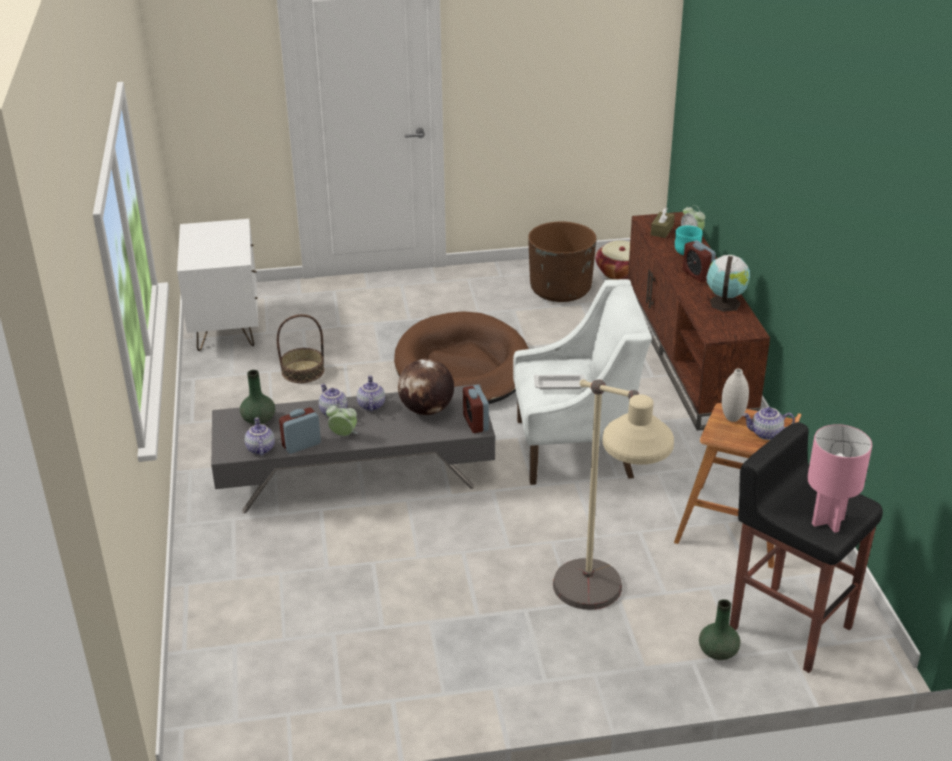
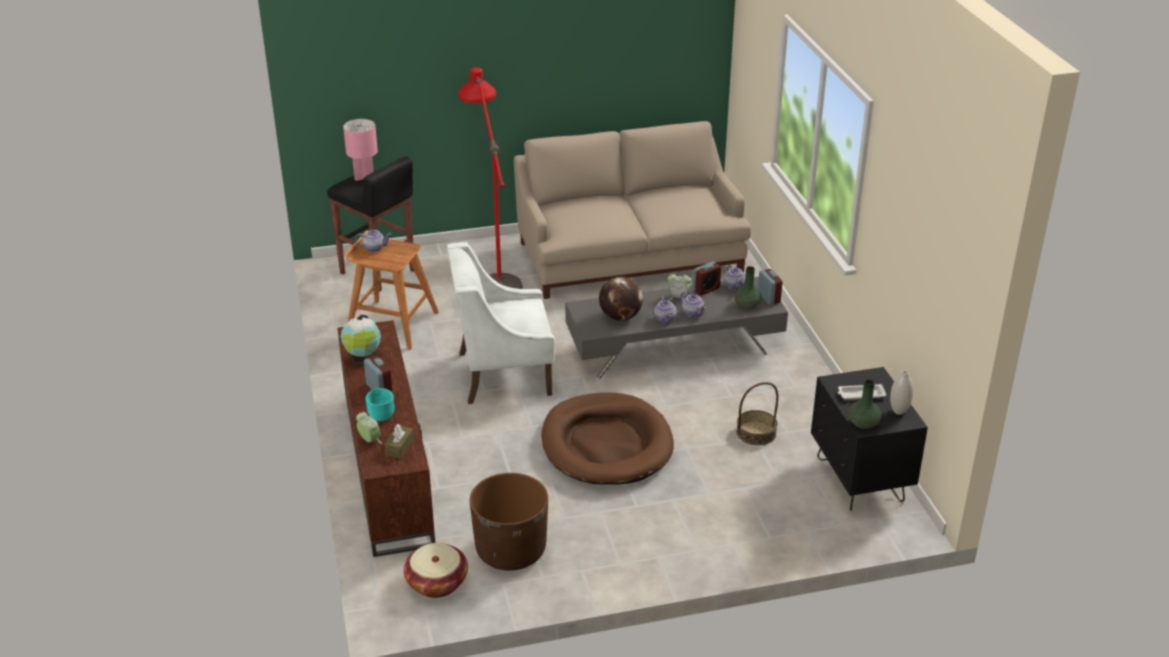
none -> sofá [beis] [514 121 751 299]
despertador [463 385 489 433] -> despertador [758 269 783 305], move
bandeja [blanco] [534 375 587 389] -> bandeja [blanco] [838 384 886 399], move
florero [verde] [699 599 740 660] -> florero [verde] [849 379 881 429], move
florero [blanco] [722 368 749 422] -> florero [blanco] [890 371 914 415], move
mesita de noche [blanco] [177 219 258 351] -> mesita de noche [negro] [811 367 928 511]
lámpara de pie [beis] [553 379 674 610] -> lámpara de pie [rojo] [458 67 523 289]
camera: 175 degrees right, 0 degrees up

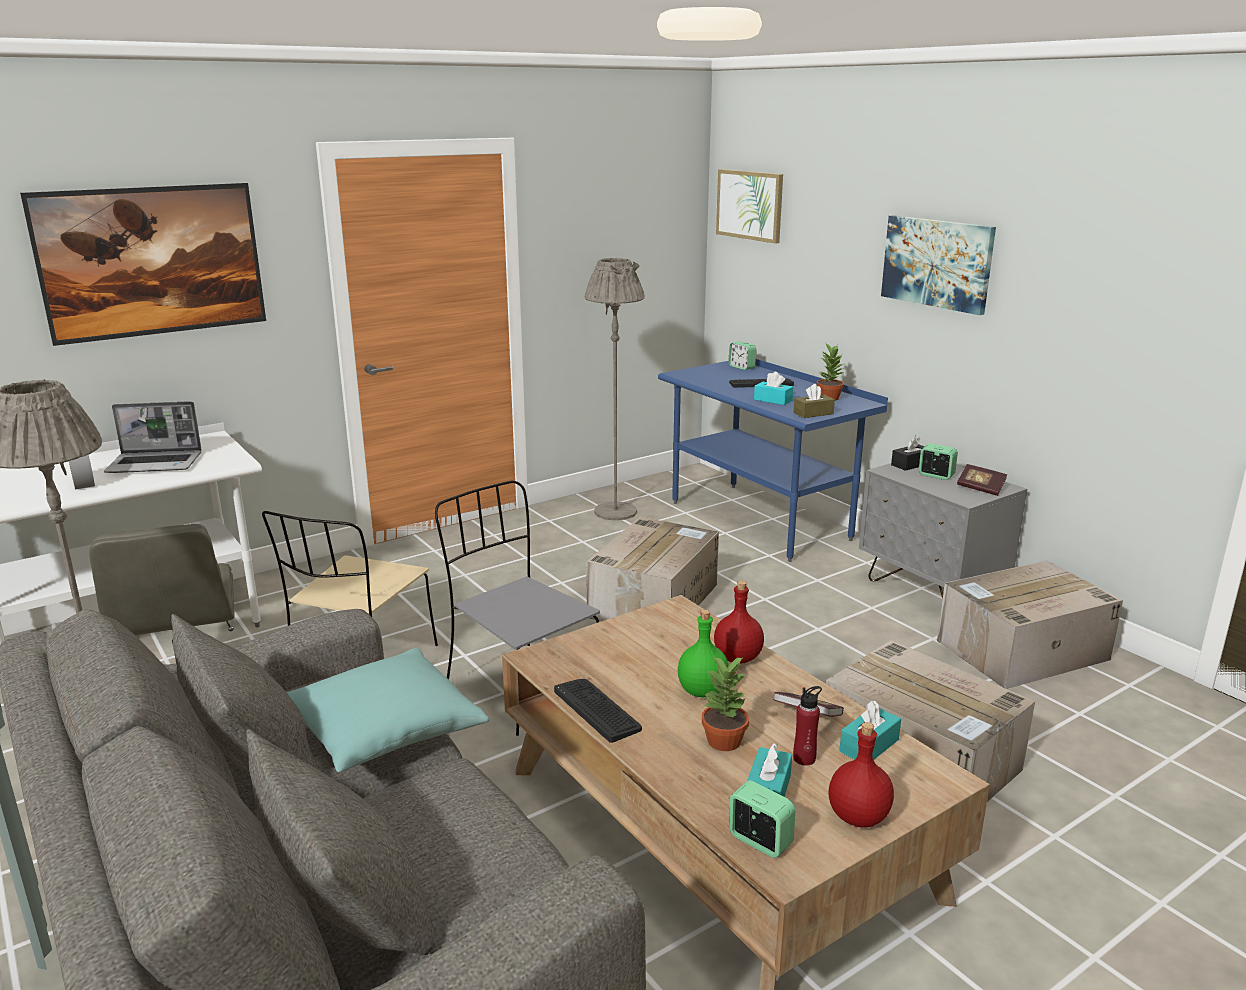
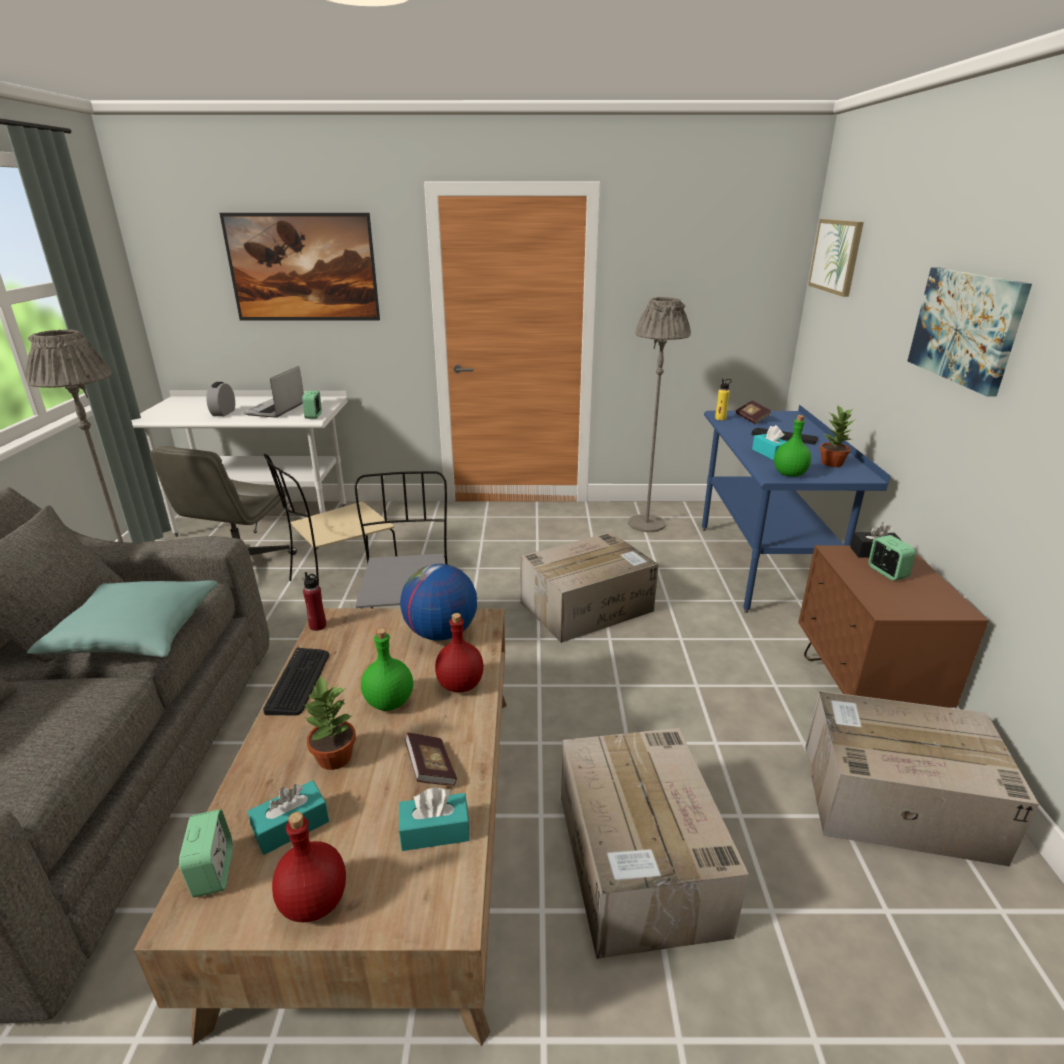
none -> globo terráqueo [400 564 477 641]
none -> botella [amarillo] [715 379 732 420]
despertador [728 341 757 370] -> despertador [302 391 322 419], move
botella [rojo] [793 686 822 766] -> botella [rojo] [303 572 326 631], move
libro [957 464 1007 496] -> libro [736 401 771 424], move
caja de pañuelos [marrón] [793 384 835 418] -> botella [verde] [774 415 811 477]
mesita de noche [gris] [859 463 1027 599] -> mesita de noche [marrón] [798 545 989 708]
portátil [104 401 202 473] -> portátil [243 366 304 418], 75 degrees clockwise
camera: 35 degrees right, 5 degrees up

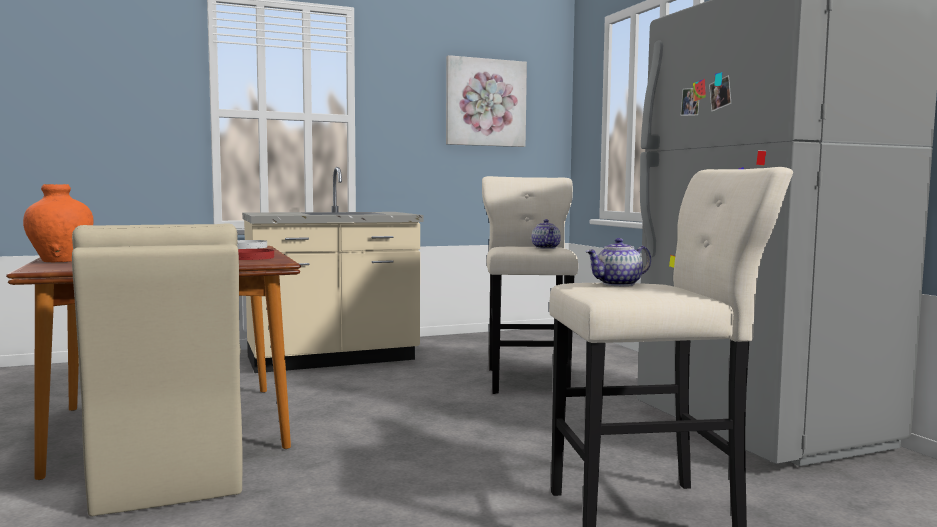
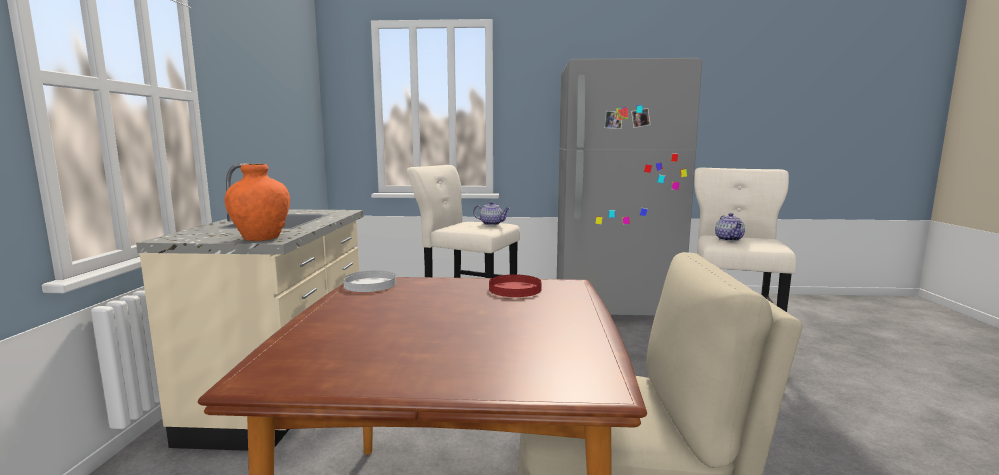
cuadro [446 55 527 147] -> none
florero [naranja] [23 184 94 262] -> florero [naranja] [224 164 290 241], move
camera: 65 degrees left, 5 degrees up

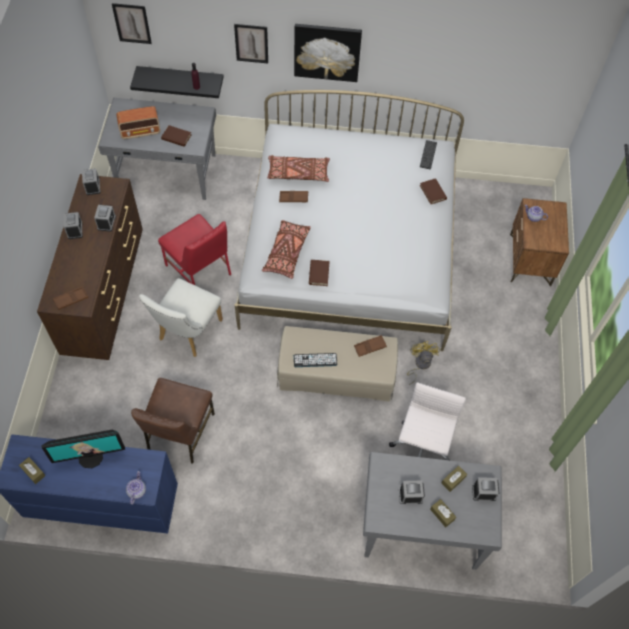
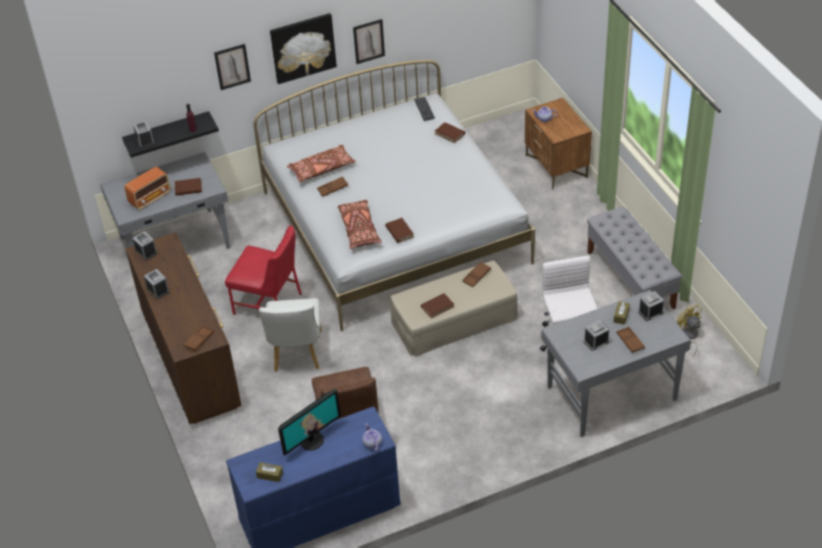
none -> banco [gris] [587 206 682 309]
despertador [94 205 116 232] -> despertador [133 121 154 148], move
cuadro [112 3 152 44] -> cuadro [353 19 385 64], move
ventilador [amarillo] [407 341 440 385] -> ventilador [amarillo] [676 304 702 356], move
teclado [294 353 337 367] -> libro [marrón] [421 293 454 318]
caja de pañuelos [marrón] [430 499 456 527] -> bandeja [marrón] [616 327 645 353]
camera: 25 degrees left, 15 degrees down

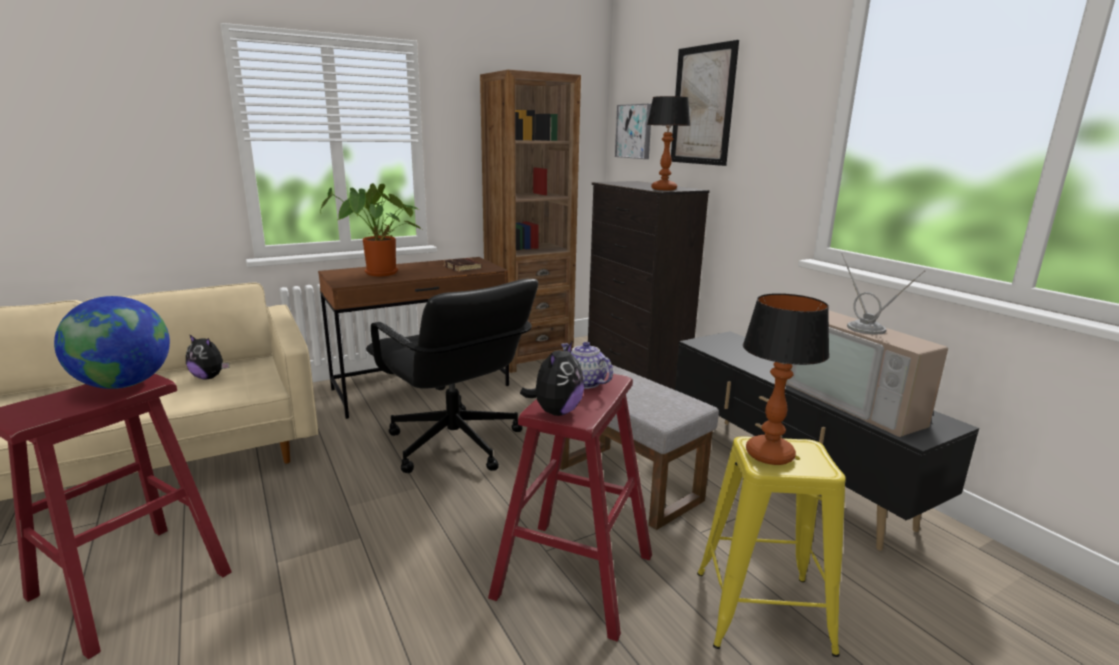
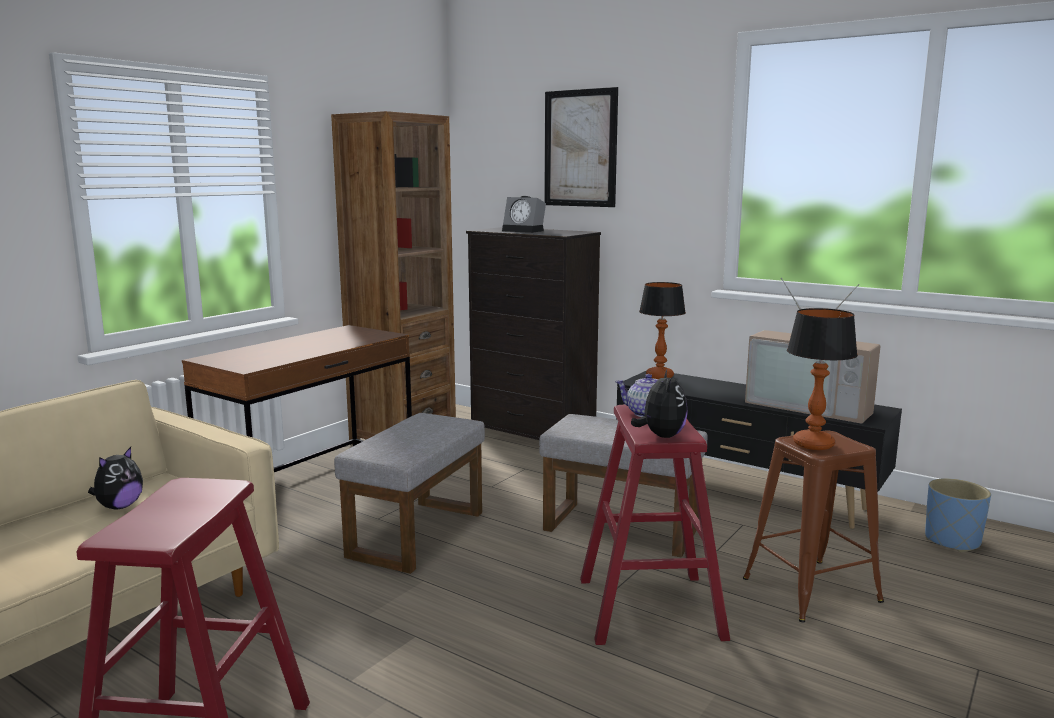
globo terráqueo [54 296 170 389] -> none
planta en maceta [320 183 422 276] -> none
libro [marrón] [443 258 482 272] -> none
cuadro [615 104 652 159] -> none
none -> despertador [502 196 546 233]
none -> maceta [azul] [925 478 991 552]
lámpara de mesa [647 96 691 190] -> lámpara de mesa [639 282 686 379], move
silla de oficina [negro] [366 279 538 473] -> puf [gris] [334 413 485 574]
taburete [amarillo] [697 436 846 657] -> taburete [marrón] [743 430 884 622]
peluche [186 334 229 380] -> peluche [88 447 143 510], 60 degrees counterclockwise
camera: 25 degrees left, 5 degrees down

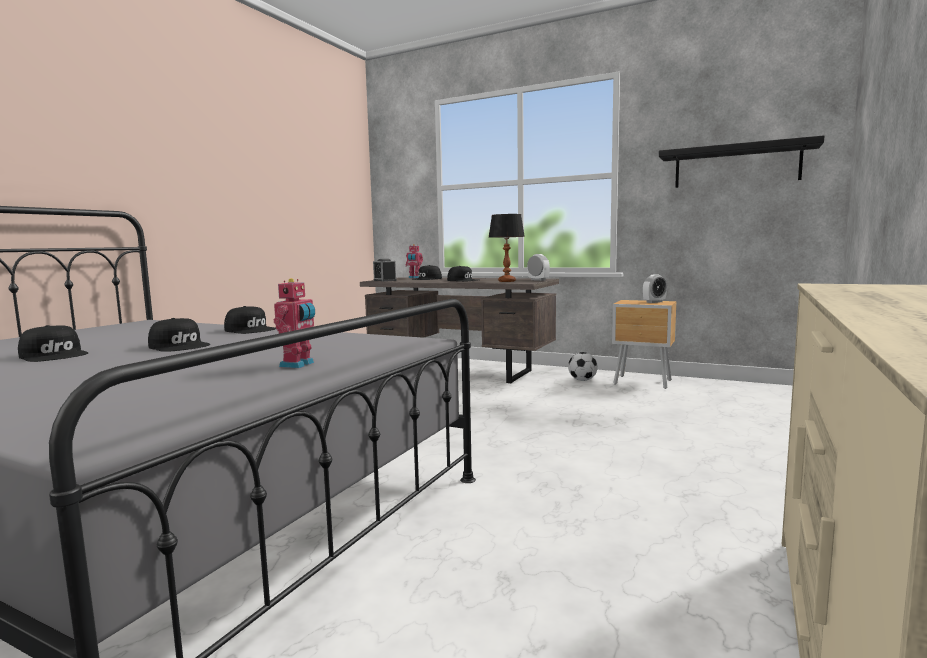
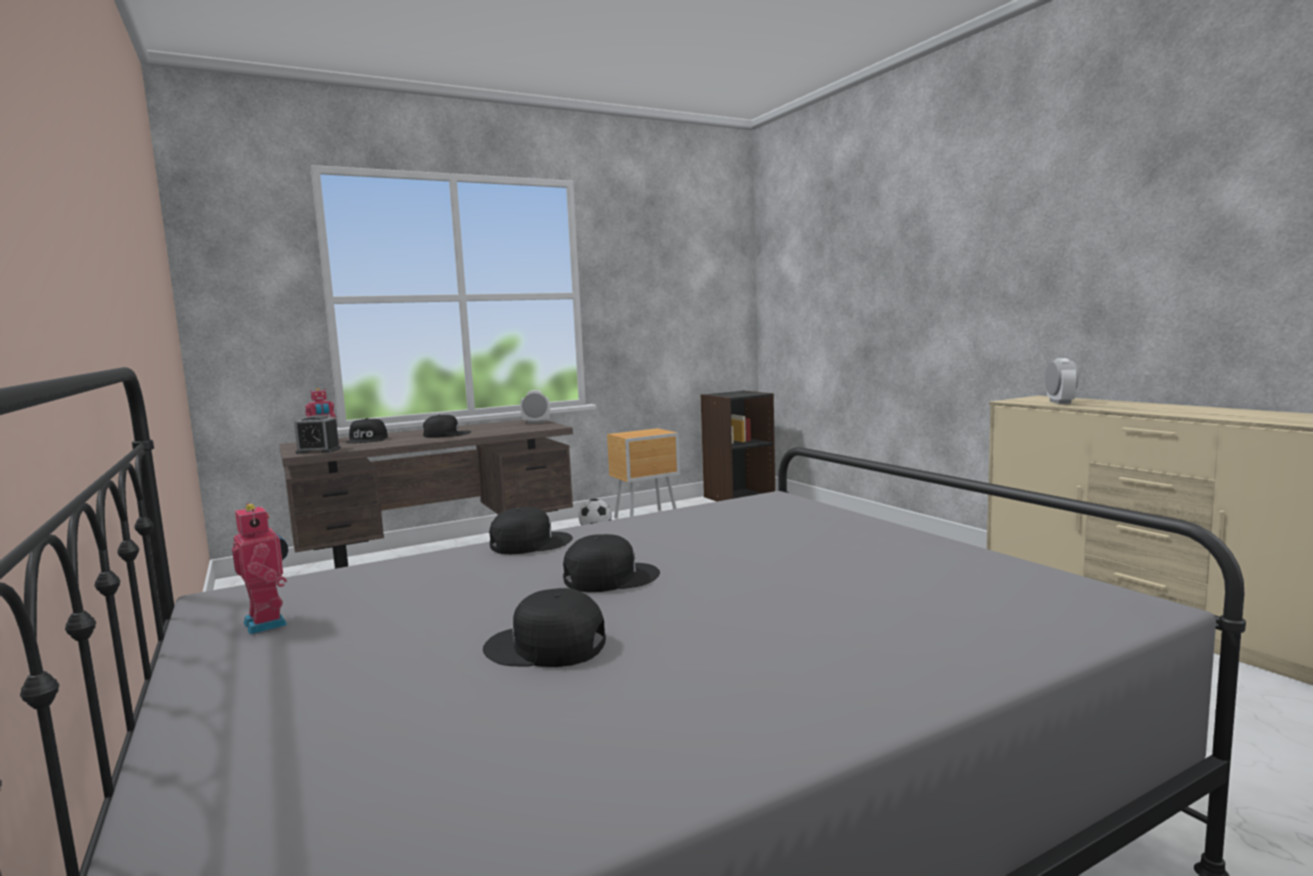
lámpara de mesa [488 214 525 282] -> none
estante [negro] [659 135 824 188] -> none
none -> estantería [negro] [701 390 775 502]
robot de juguete [274 278 315 368] -> robot de juguete [232 503 288 635], move
despertador [643 274 667 303] -> despertador [1045 358 1078 404], move
gorra [negro] [18 325 88 362] -> gorra [negro] [483 588 606 667], 150 degrees counterclockwise
camera: 55 degrees left, 0 degrees up

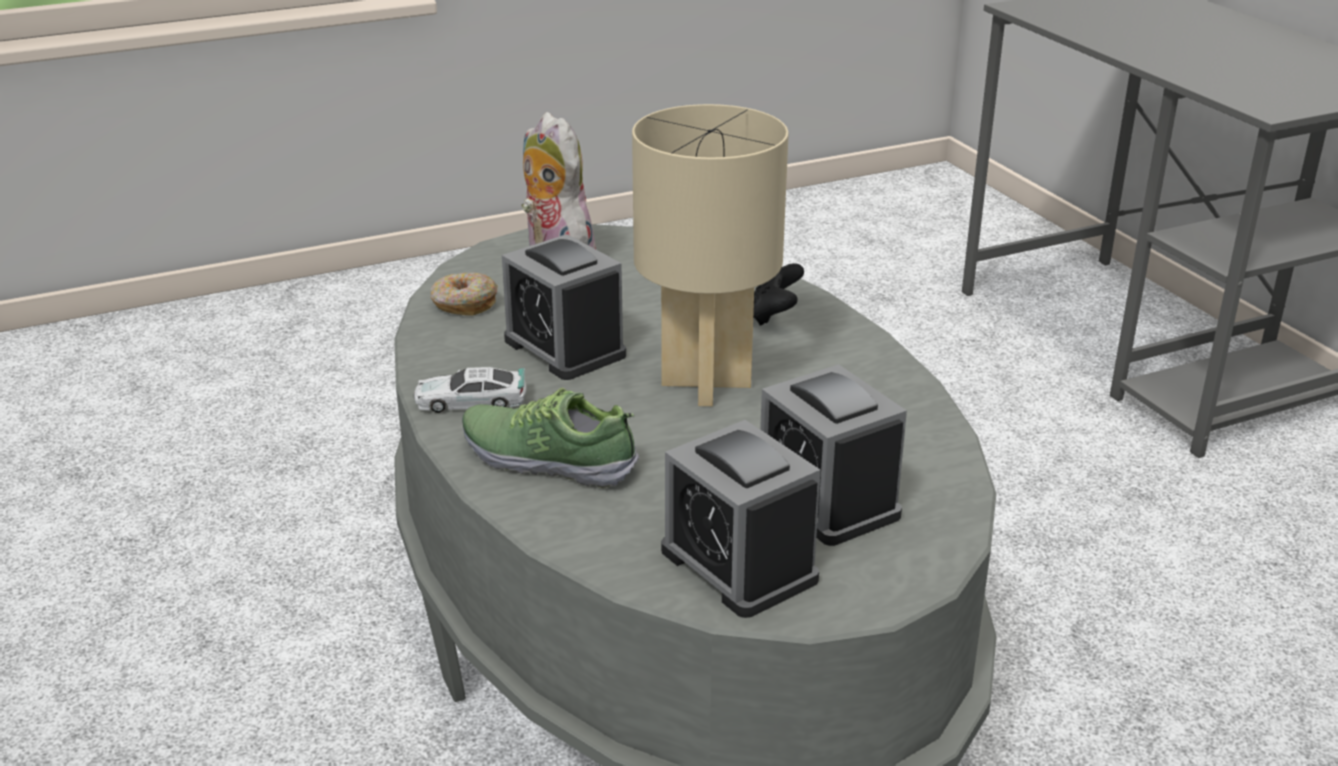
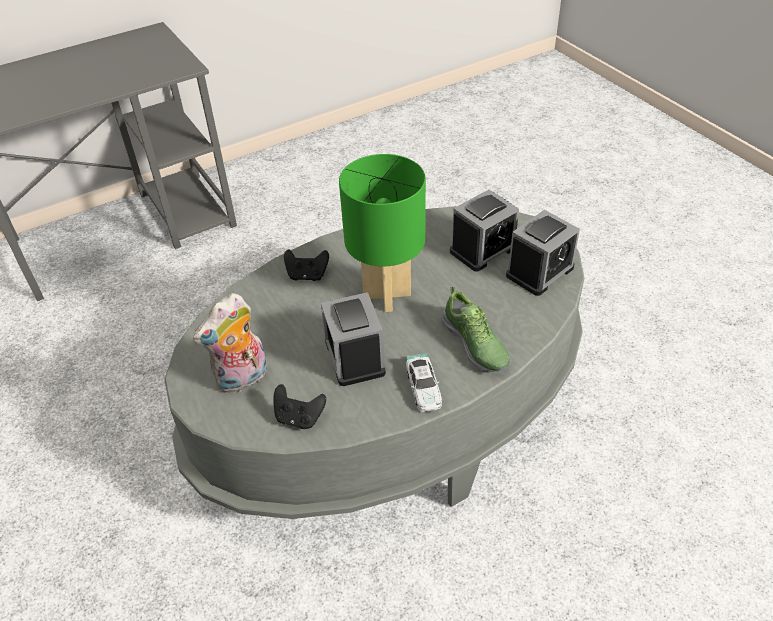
rosquilla [431 272 498 316] -> mando de consola [negro] [273 384 326 429]
lámpara de mesa [beis] [632 104 789 406] -> lámpara de mesa [verde] [339 154 426 312]
zapato [462 388 639 488] -> zapato [441 286 510 372], 45 degrees counterclockwise
despertador [502 234 626 380] -> despertador [321 292 386 386], 120 degrees clockwise
camera: 95 degrees left, 15 degrees up

